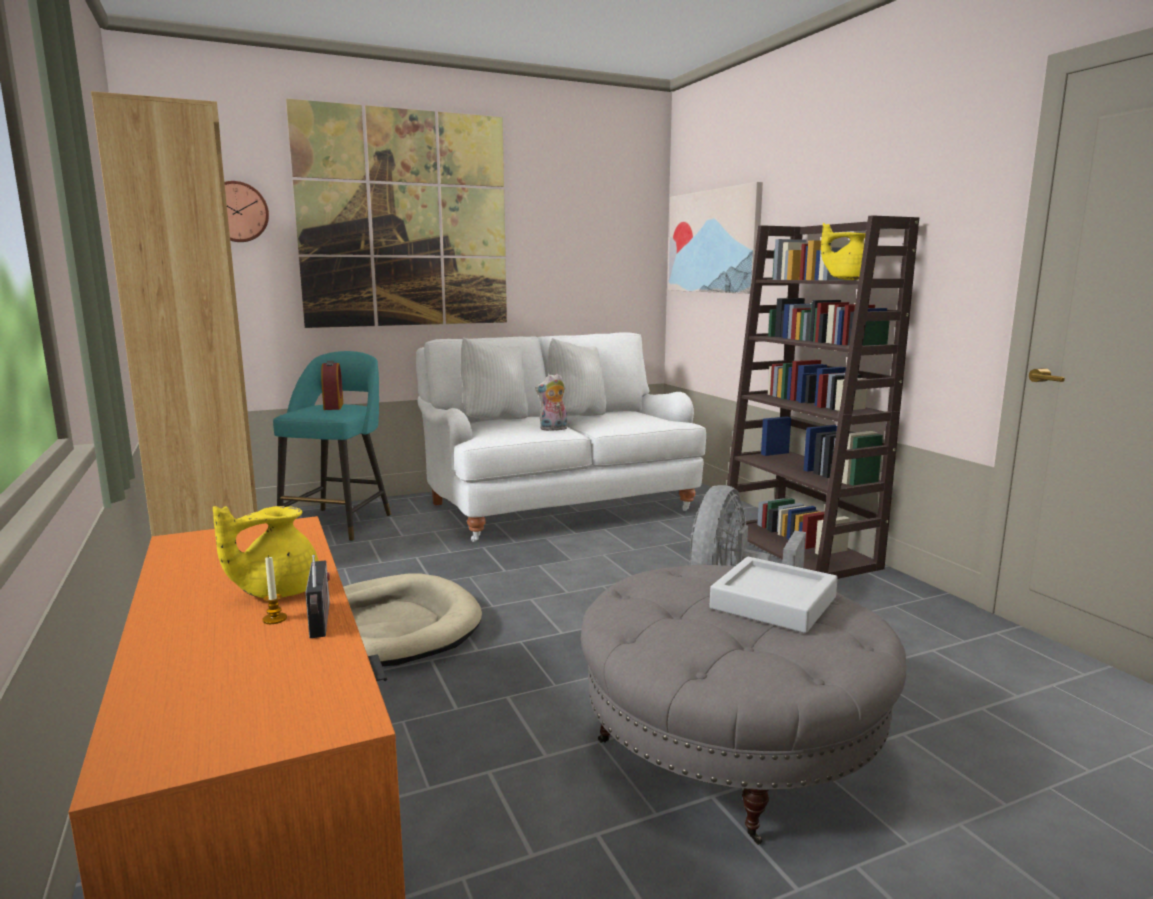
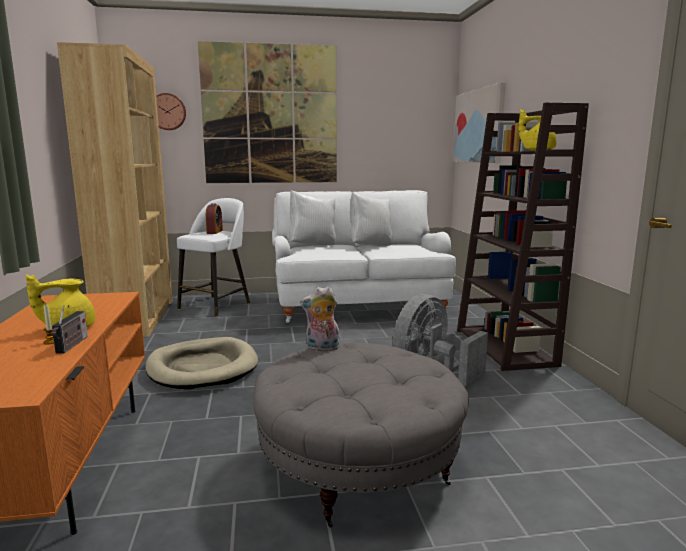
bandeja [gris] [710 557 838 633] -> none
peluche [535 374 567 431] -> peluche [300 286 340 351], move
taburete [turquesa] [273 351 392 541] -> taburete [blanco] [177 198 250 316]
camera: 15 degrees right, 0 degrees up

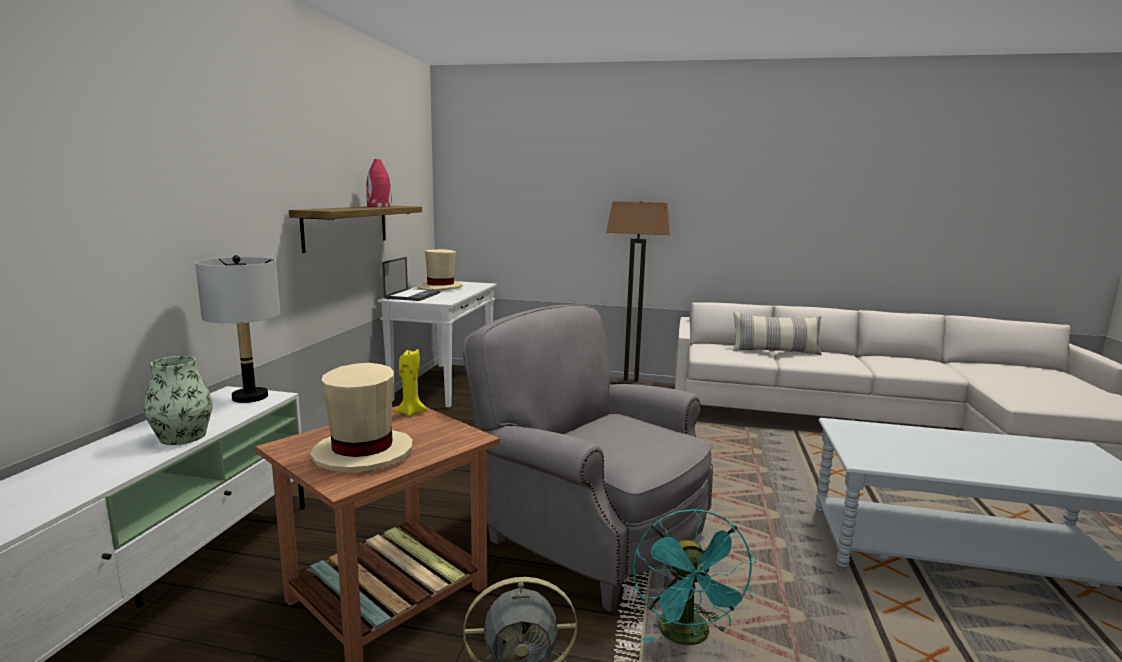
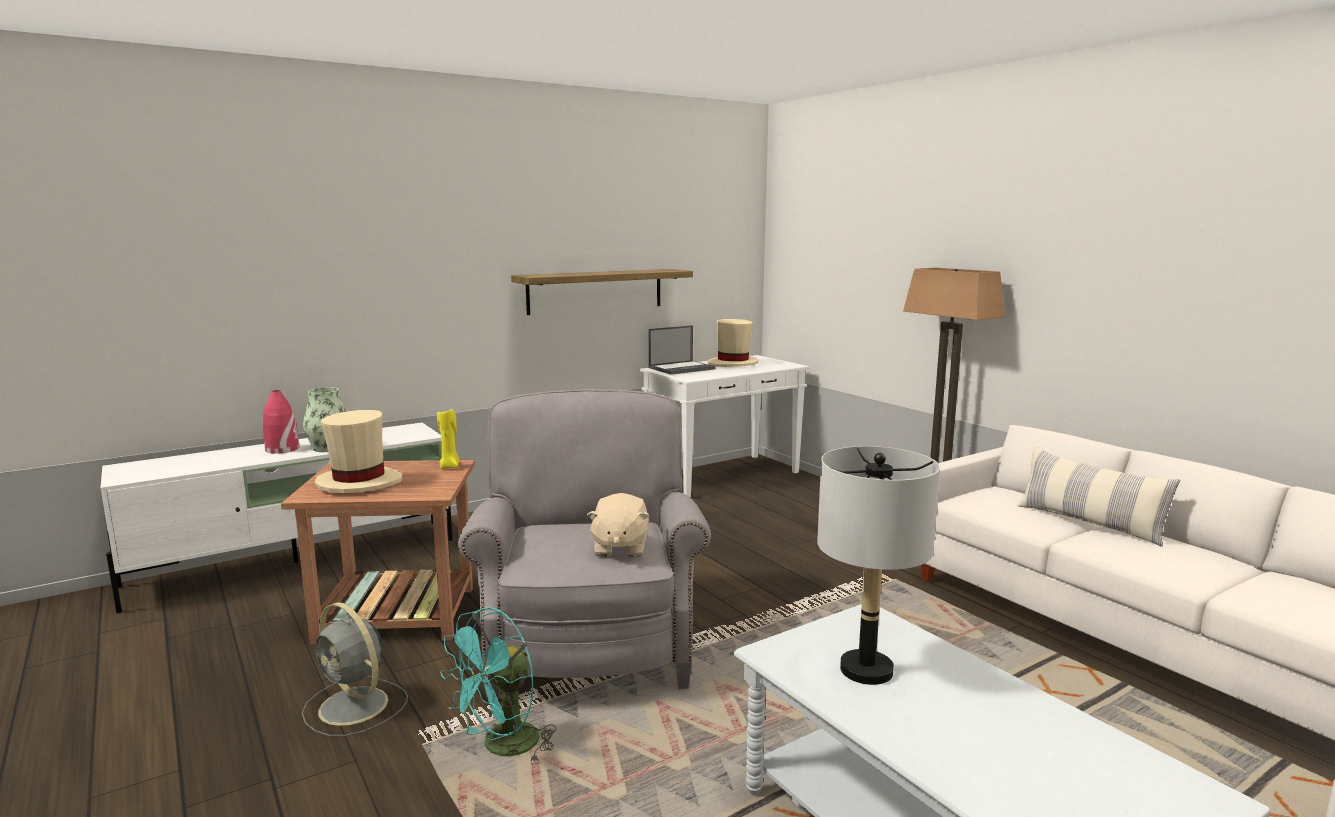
none -> peluche [beis] [587 493 649 558]
lámpara de mesa [gris] [195 255 281 403] -> lámpara de mesa [gris] [817 446 940 685], move
florero [rojo] [366 159 392 207] -> florero [rojo] [263 390 299 454], move
camera: 45 degrees right, 0 degrees up

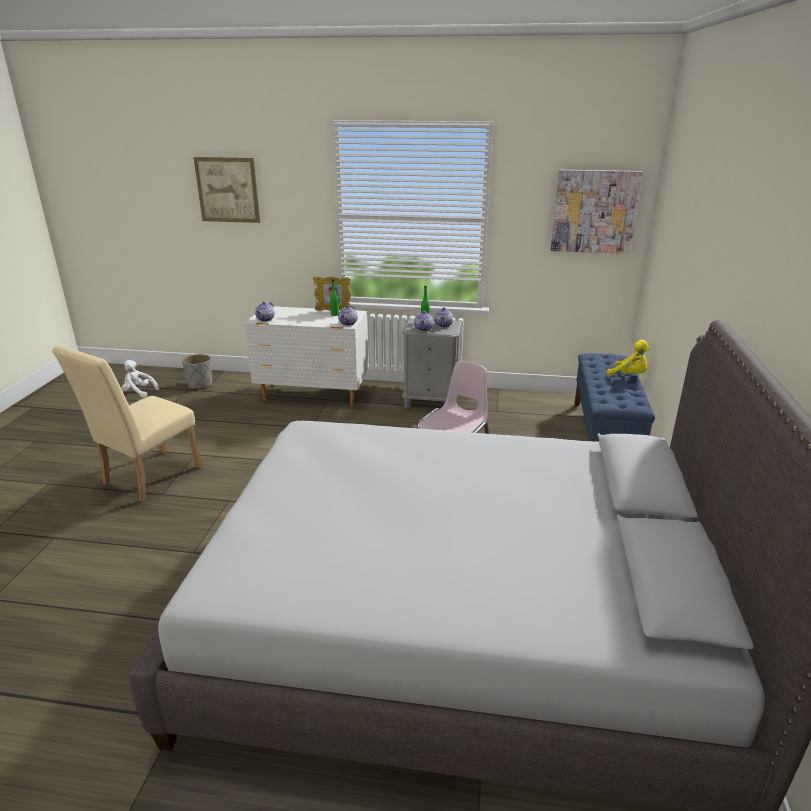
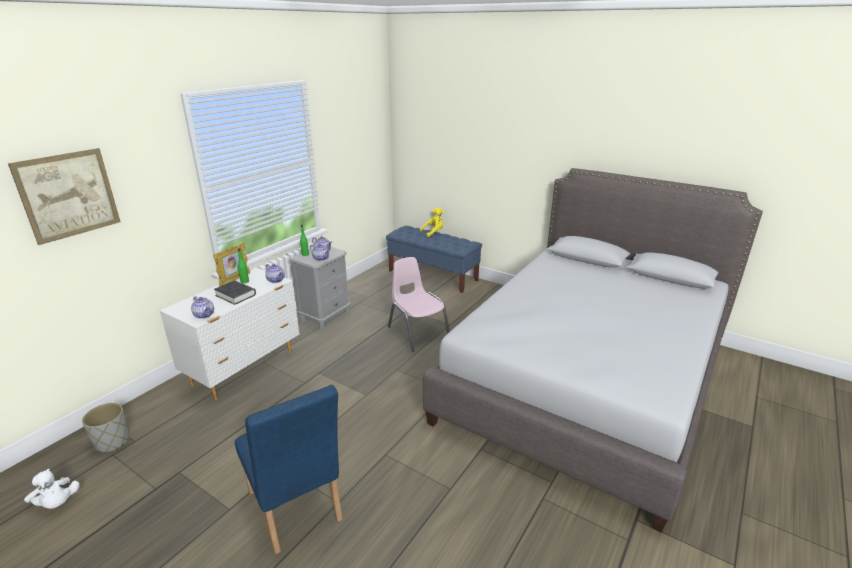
cuadro [551 170 643 254] -> none
none -> libro [negro] [214 281 256 305]
silla [beis] [52 345 202 503] -> silla [azul] [235 385 343 555]
peluche [blanco] [122 360 159 398] -> peluche [blanco] [24 469 80 509], 90 degrees counterclockwise
camera: 65 degrees left, 0 degrees up

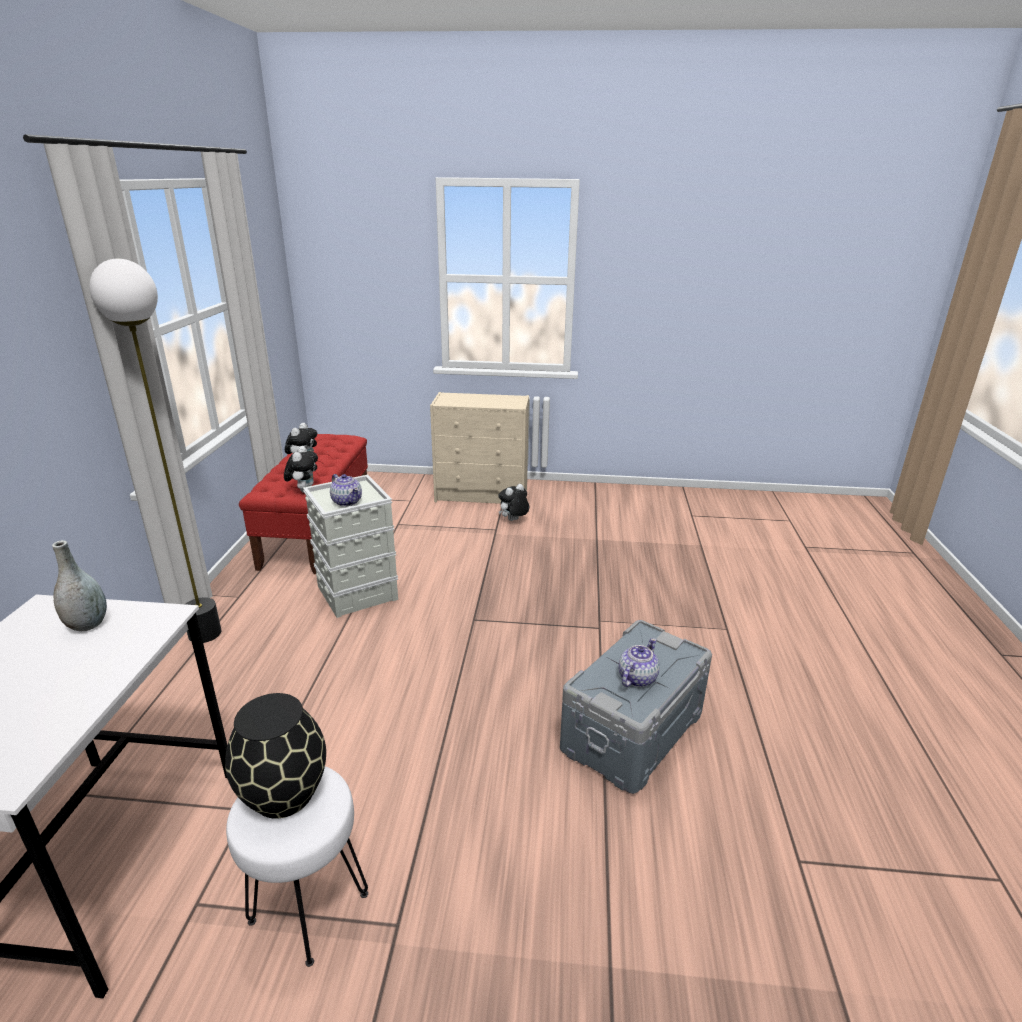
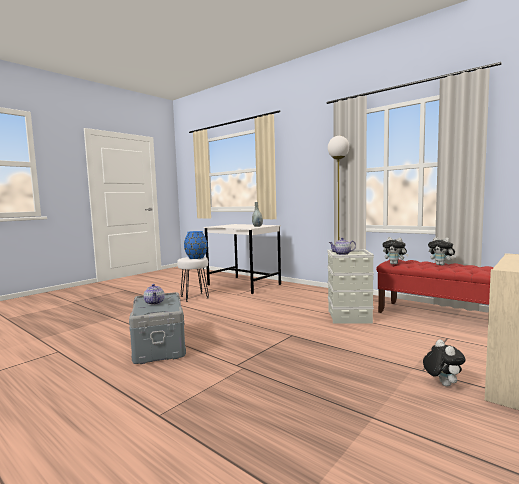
florero [negro] [225 693 326 819] -> florero [azul] [184 231 208 259]
camera: 125 degrees right, 20 degrees down

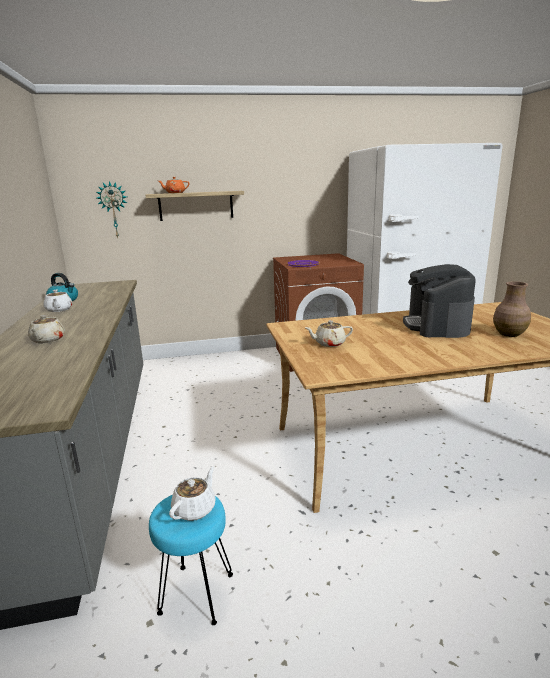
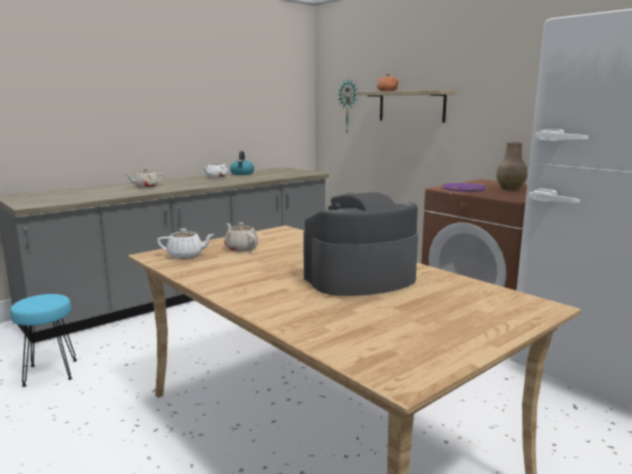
tetera [blanco] [169 466 215 521] -> tetera [blanco] [157 228 215 259], move
florero [marrón] [493 281 531 337] -> florero [marrón] [496 142 527 190], move
camera: 60 degrees right, 5 degrees down

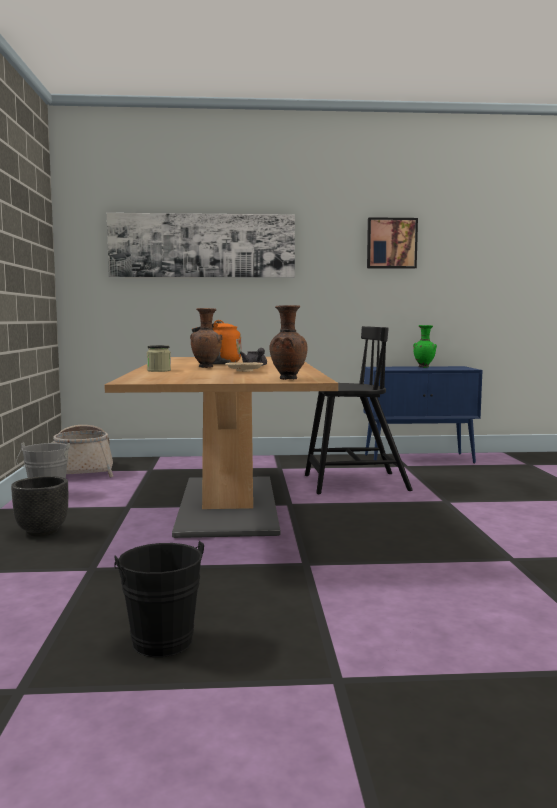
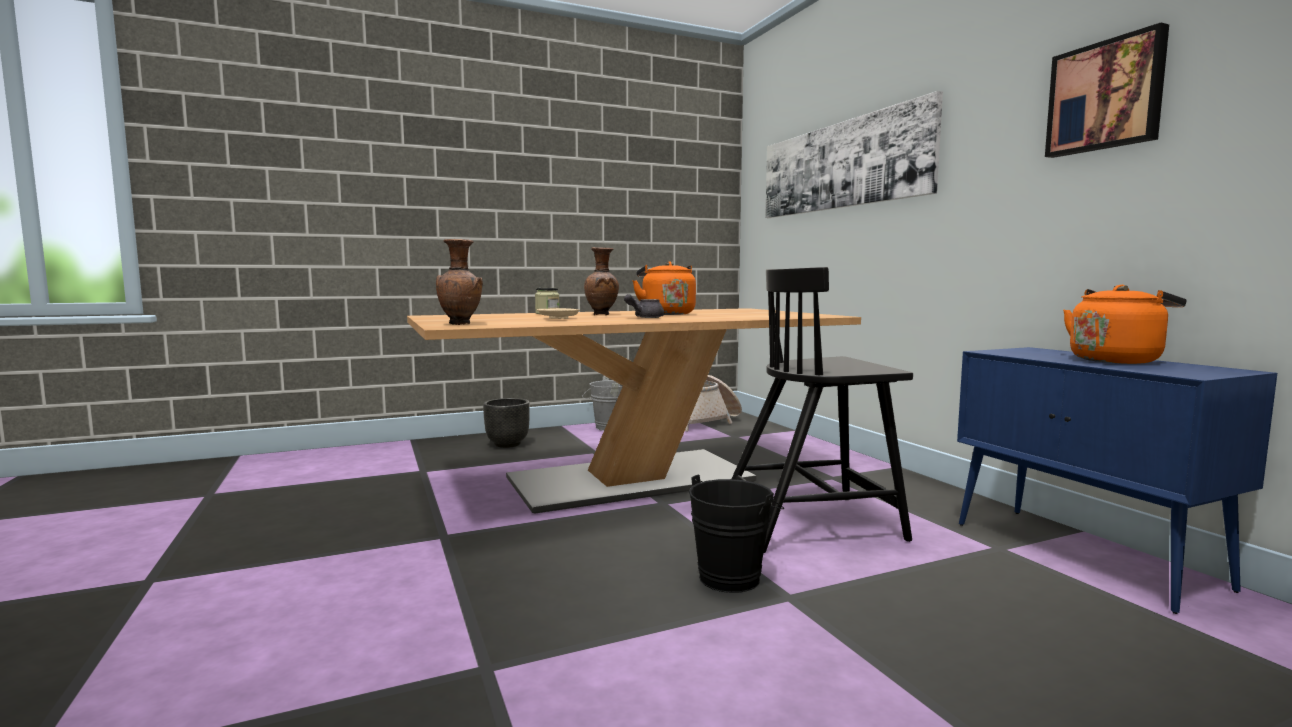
cubo [negro] [114 541 204 657] -> cubo [negro] [689 474 784 593], move
florero [verde] [413 325 437 368] -> hervidor [naranja] [1063 285 1187 364]
silla [negro] [305 326 413 494] -> silla [negro] [732 267 913 553], 105 degrees clockwise
camera: 70 degrees right, 0 degrees up

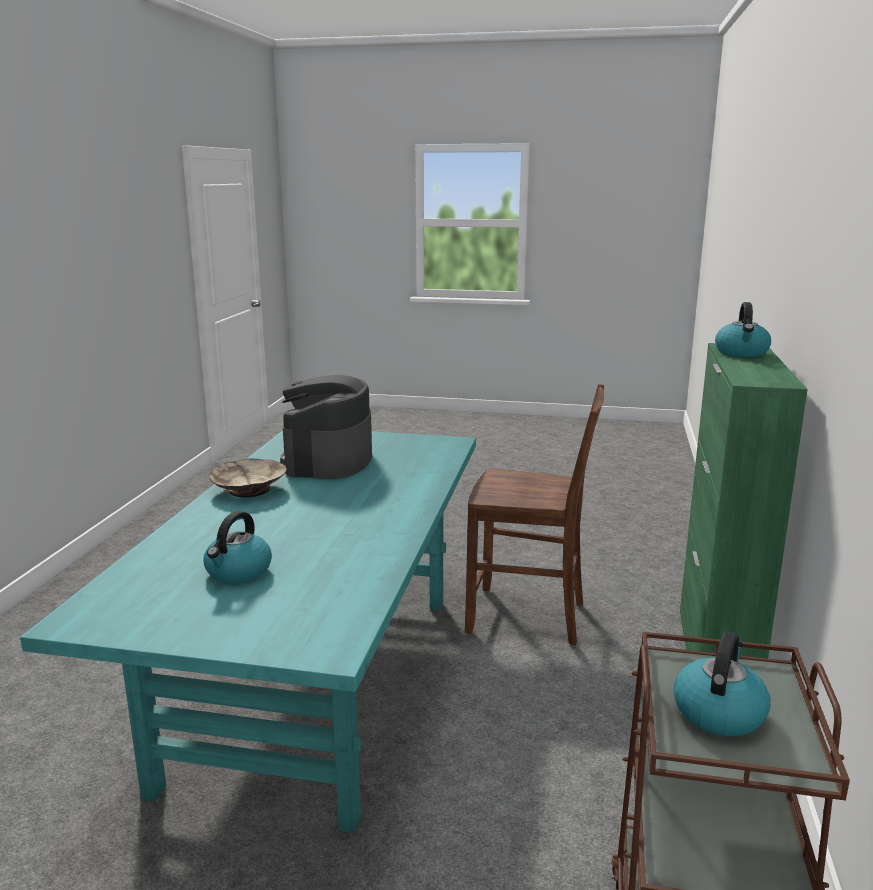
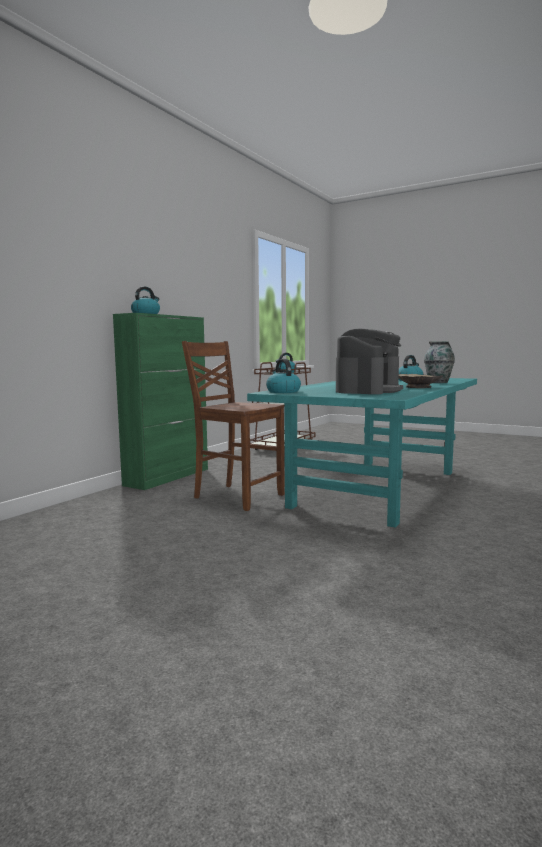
none -> hervidor [266 359 301 393]
none -> florero [424 341 455 383]
camera: 160 degrees left, 10 degrees down

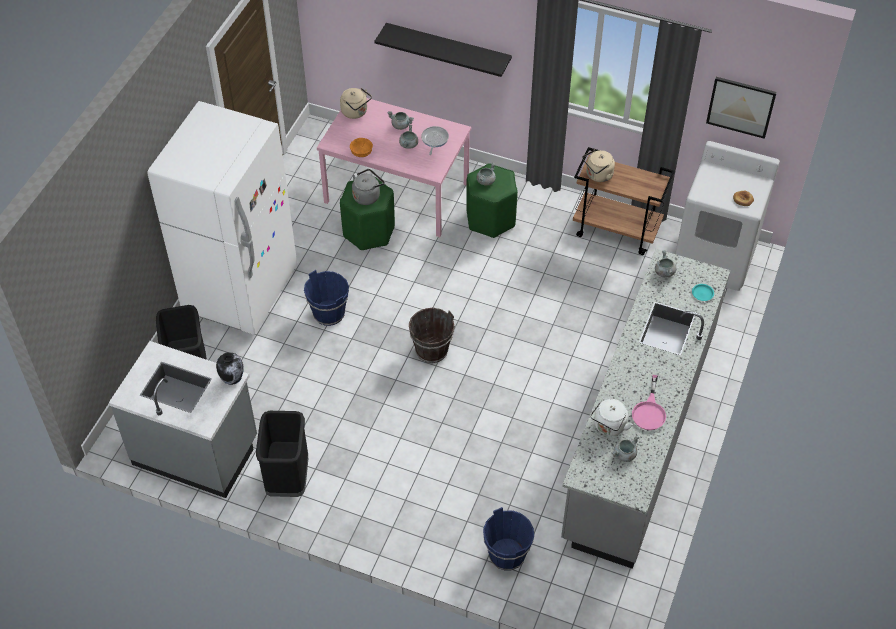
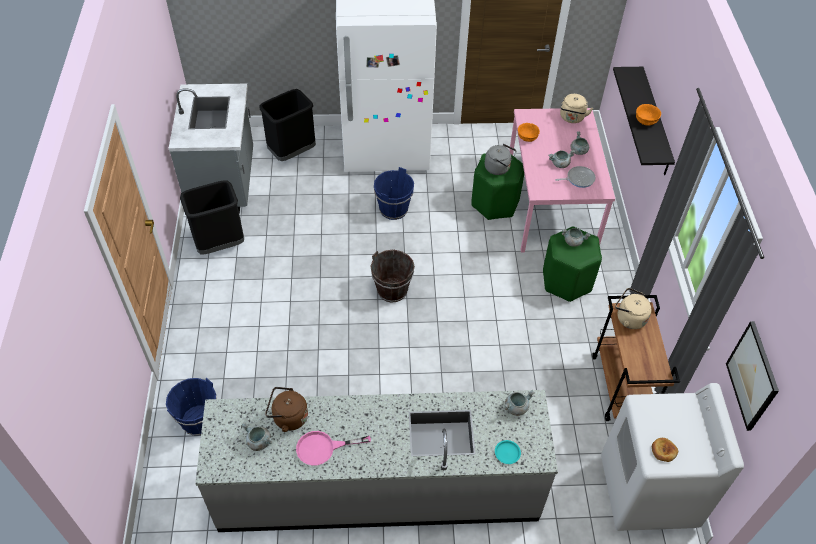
florero [216 352 244 385] -> none
none -> cuenco [naranja] [636 104 661 126]
hervidor [blanco] [590 399 633 436] -> hervidor [marrón] [265 387 308 432]
camera: 65 degrees right, 0 degrees up

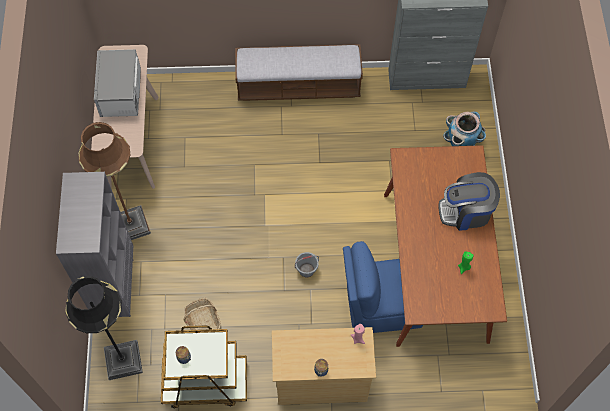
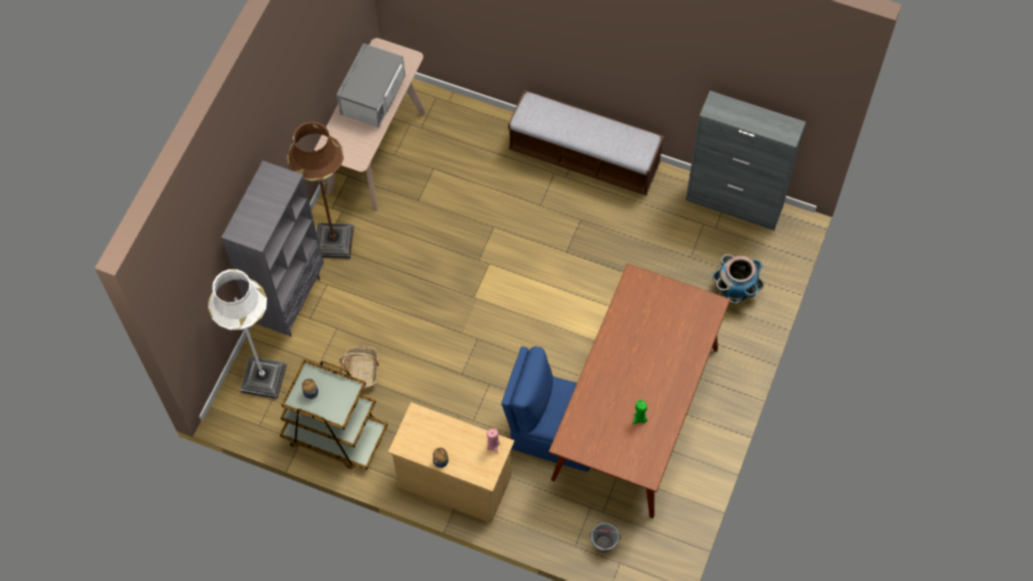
cafetera [438 172 500 231] -> none
cubo [gris] [295 252 319 277] -> cubo [gris] [589 523 621 553], move
lámpara de pie [negro] [65 276 143 380] -> lámpara de pie [blanco] [208 269 287 399]
camera: 25 degrees right, 0 degrees up

